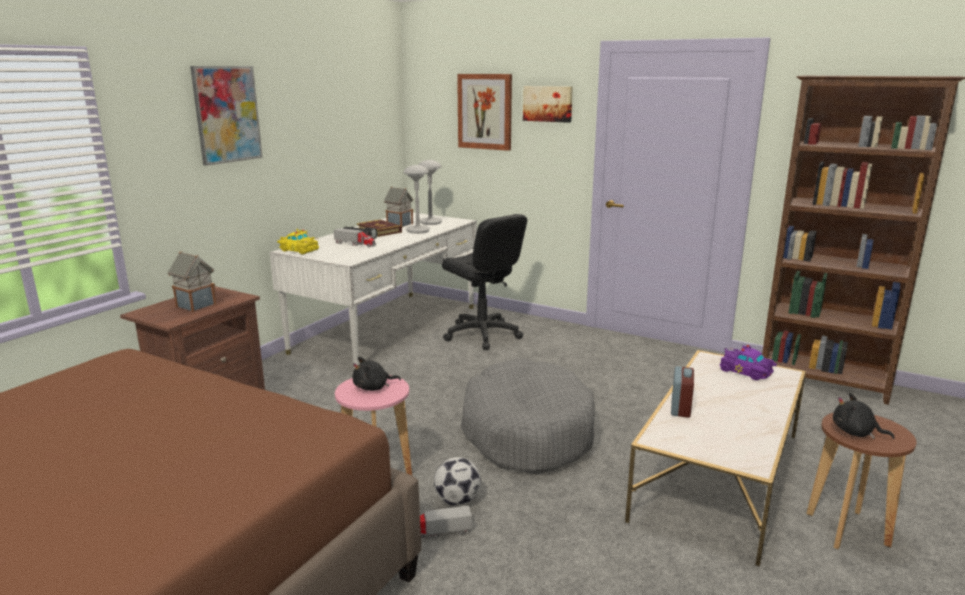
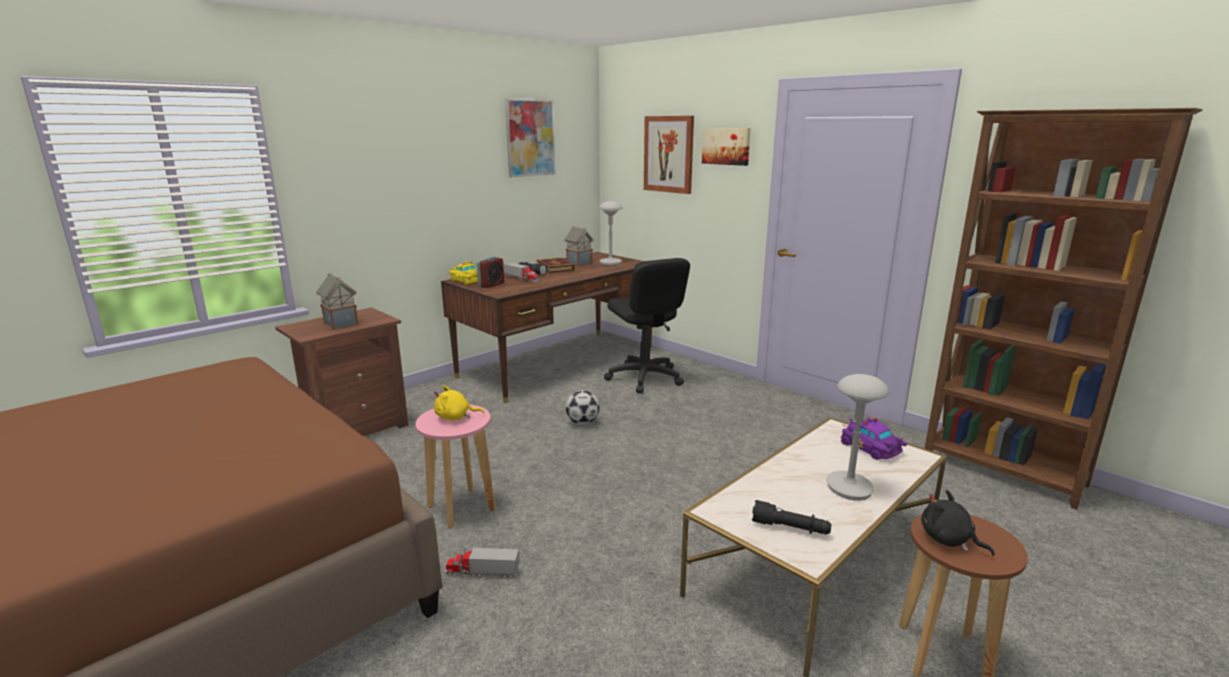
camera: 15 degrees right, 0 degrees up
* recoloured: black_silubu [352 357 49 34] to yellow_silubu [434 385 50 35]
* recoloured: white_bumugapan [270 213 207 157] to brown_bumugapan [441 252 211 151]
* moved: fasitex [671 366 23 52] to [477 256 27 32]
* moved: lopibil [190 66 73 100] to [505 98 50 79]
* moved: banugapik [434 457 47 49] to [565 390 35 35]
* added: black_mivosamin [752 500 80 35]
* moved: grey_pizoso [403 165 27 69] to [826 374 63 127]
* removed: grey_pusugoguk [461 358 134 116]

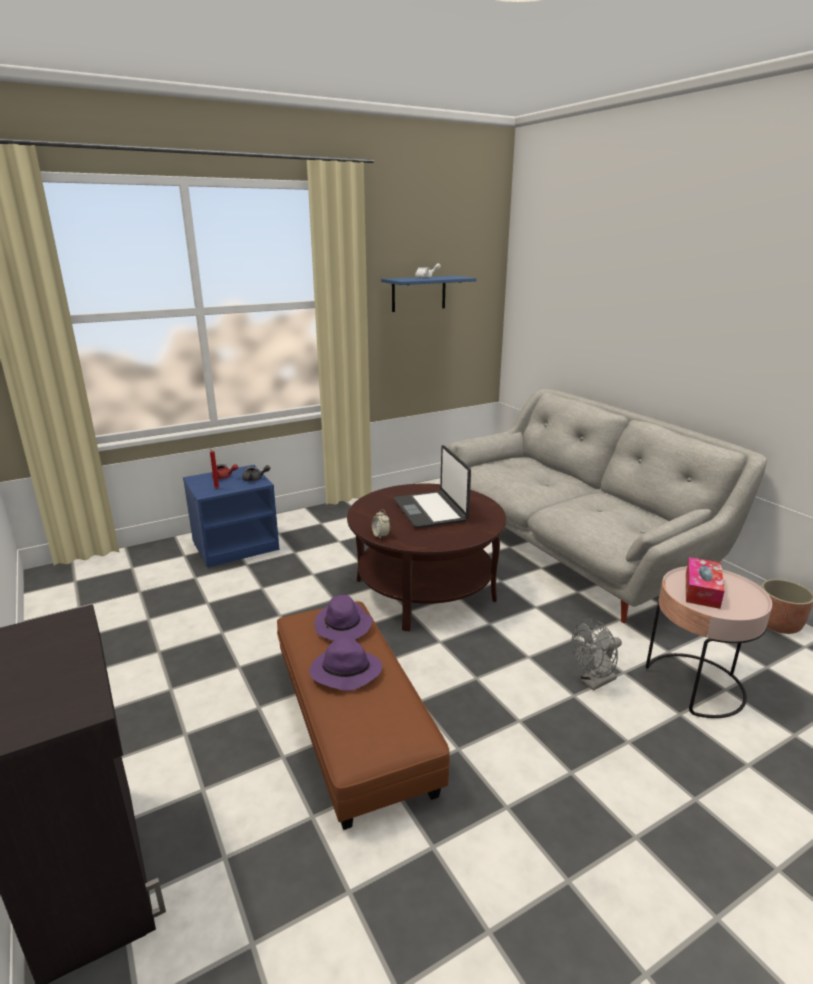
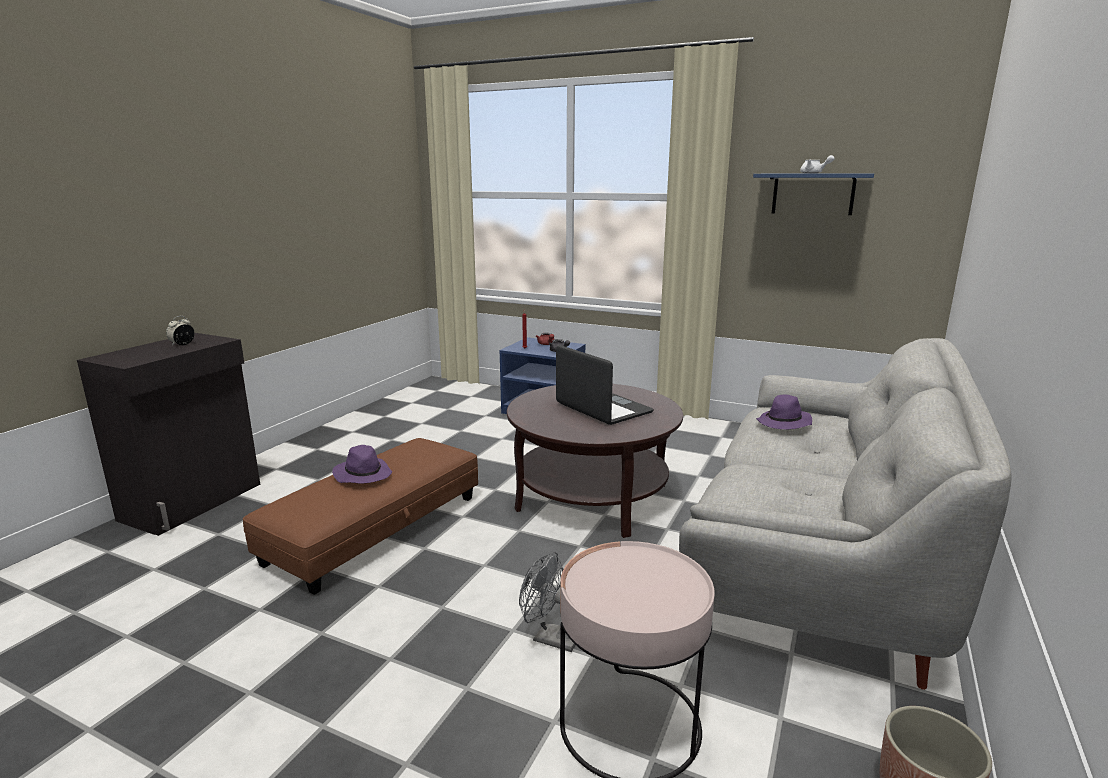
camera: 55 degrees right, 5 degrees down
* moved: fasitex [372 509 18 30] to [166 316 29 30]
* turned: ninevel [394 445 77 83] = [556 345 98 80] 105 degrees clockwise
* moved: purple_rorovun [314 595 58 46] to [756 394 56 35]
* removed: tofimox [686 557 38 52]

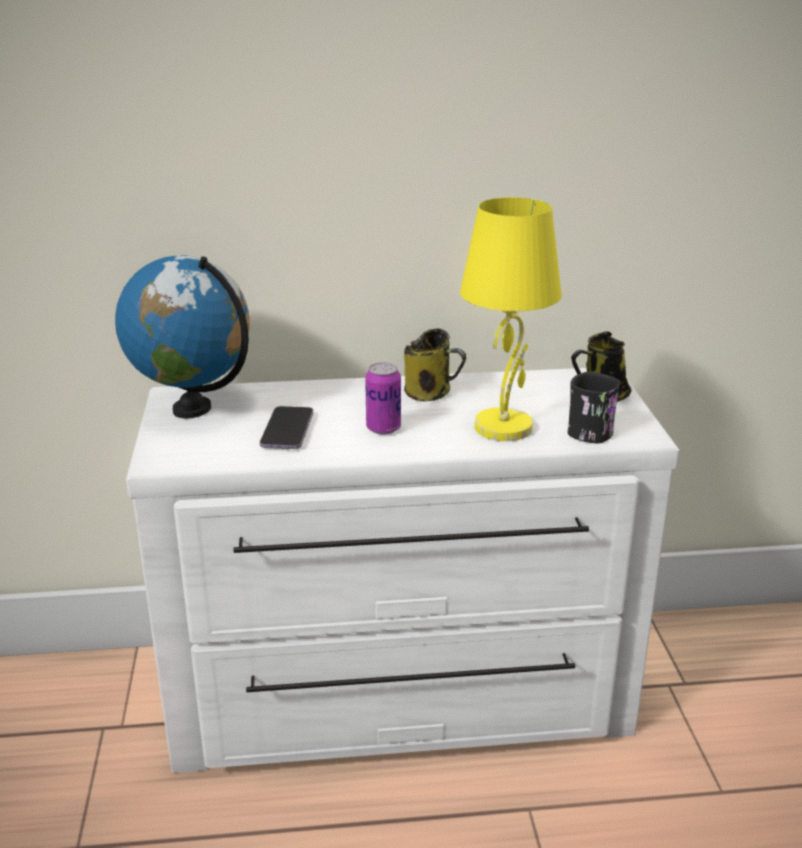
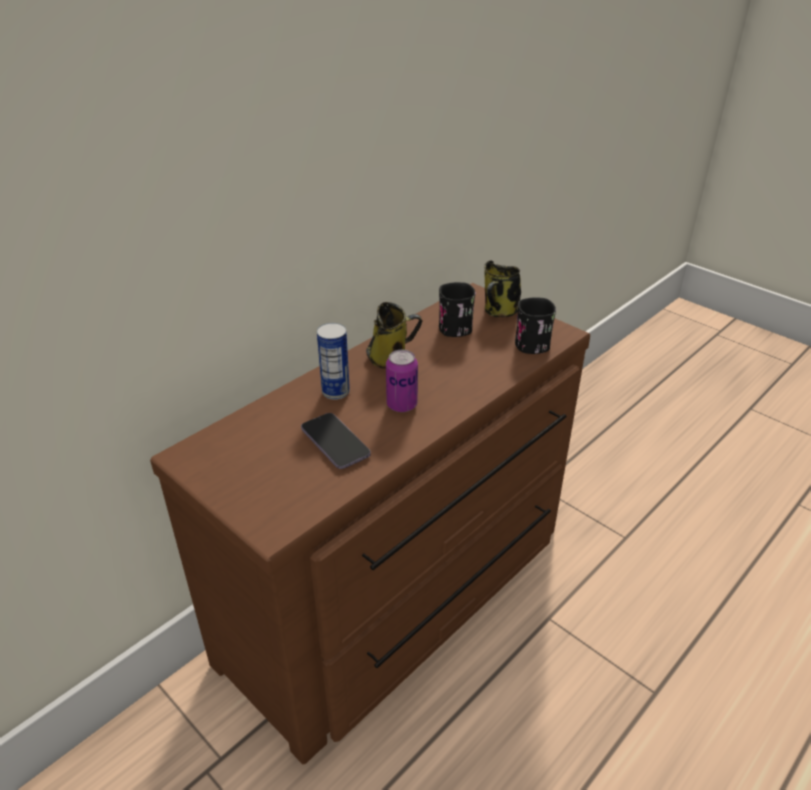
camera: 40 degrees left, 10 degrees up
* recoloured: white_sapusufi [126 368 553 405] to brown_sapusufi [150 283 440 482]
* added: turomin [317 323 33 77]
* added: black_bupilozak [439 282 36 55]
* removed: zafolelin [115 255 135 164]
* removed: yellow_pizoso [460 197 102 244]

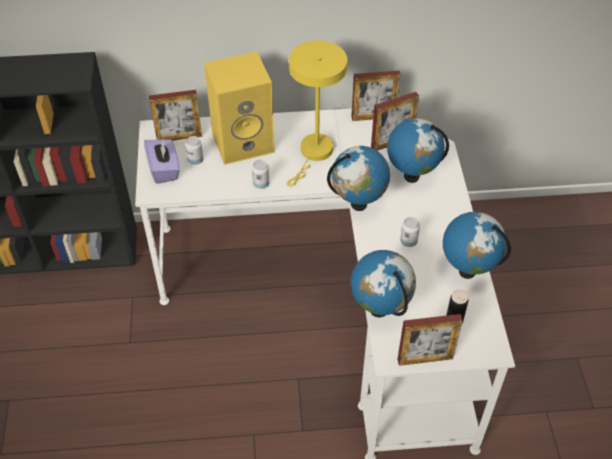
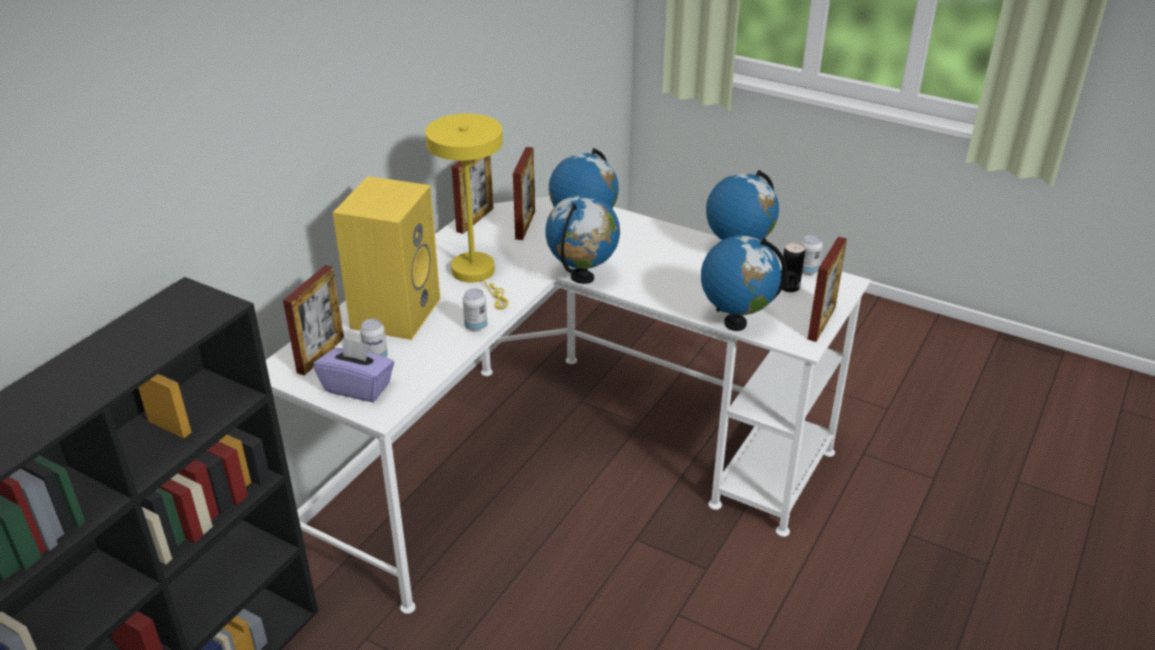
camera: 55 degrees left, 15 degrees down
* moved: turomin [400 217 20 30] to [801 235 22 40]

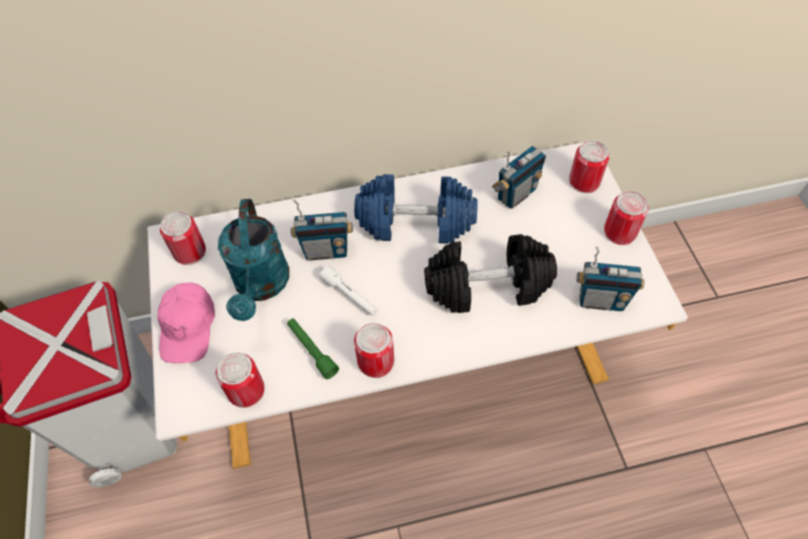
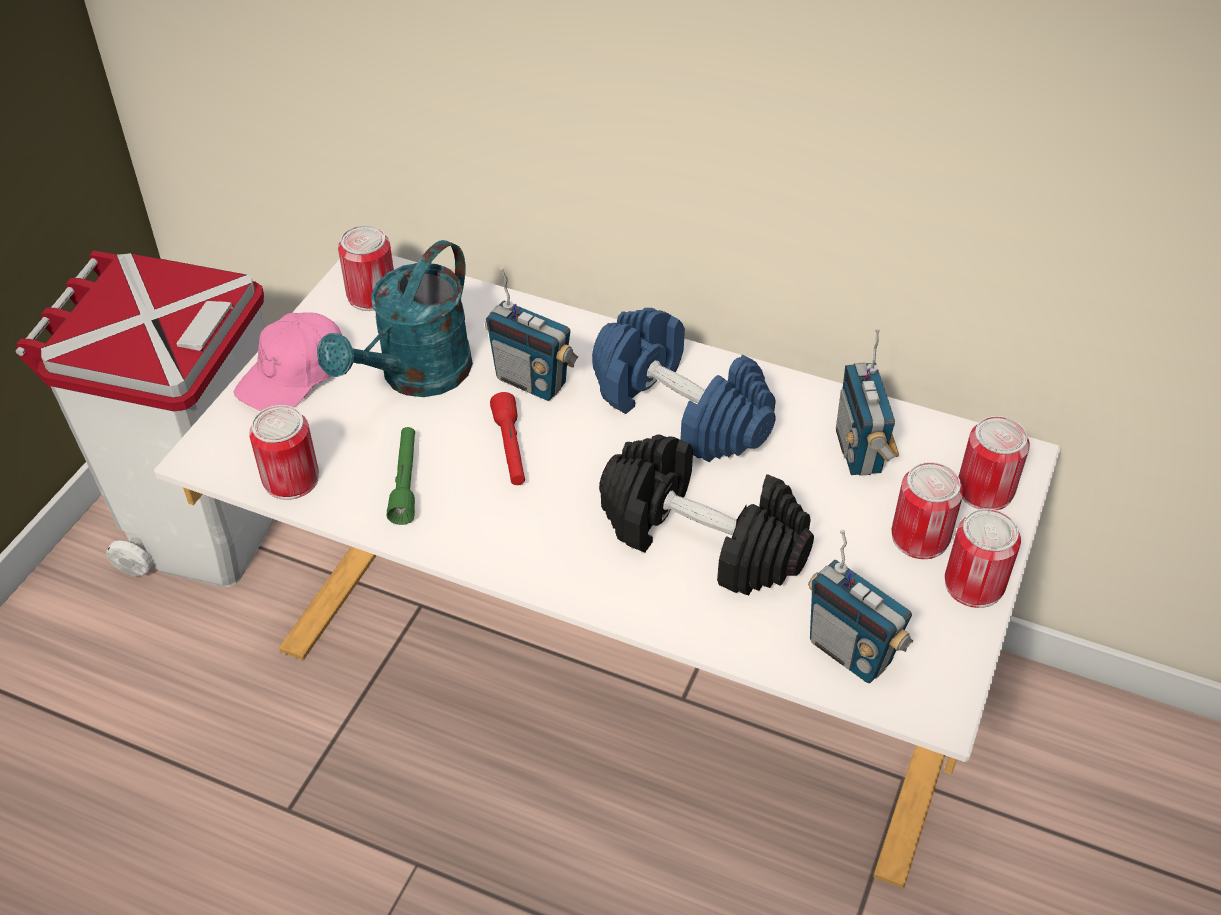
camera: 35 degrees right, 10 degrees down
* recoloured: white_mivosamin [320 266 58 50] to red_mivosamin [490 392 35 93]
* turned: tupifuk [492 146 54 63] = [836 329 63 147] 90 degrees clockwise
* moved: turomin [354 323 40 55] to [892 462 71 97]

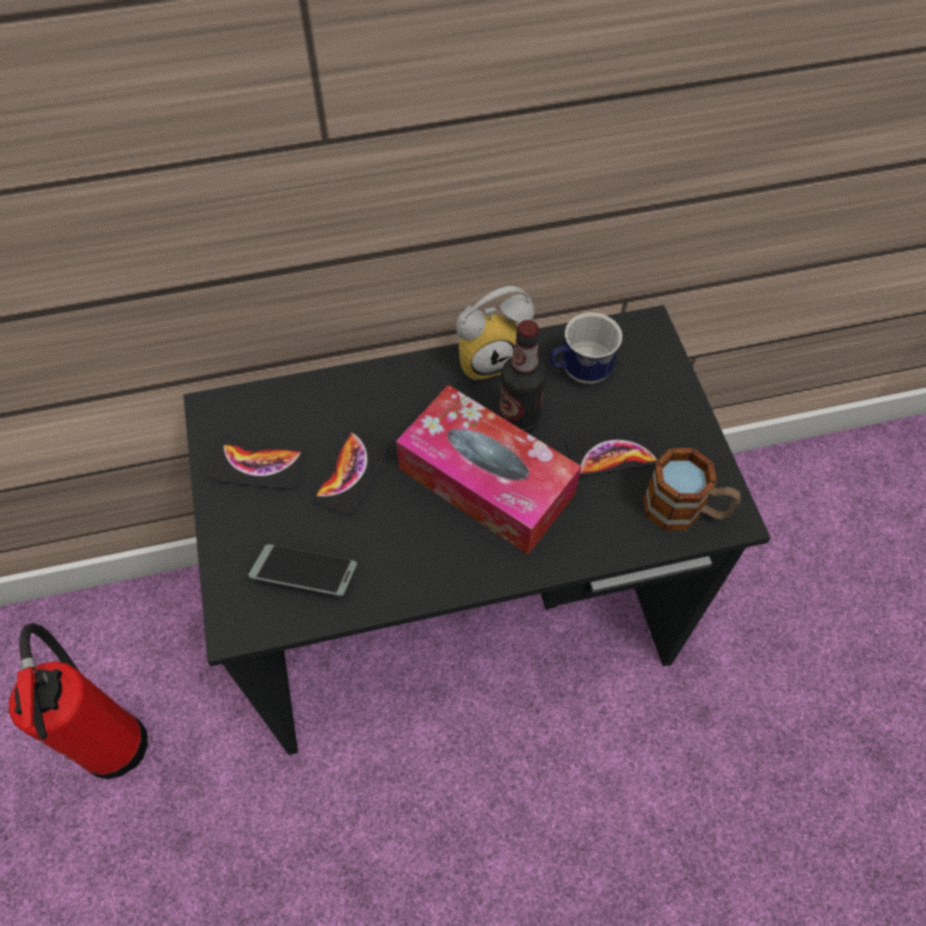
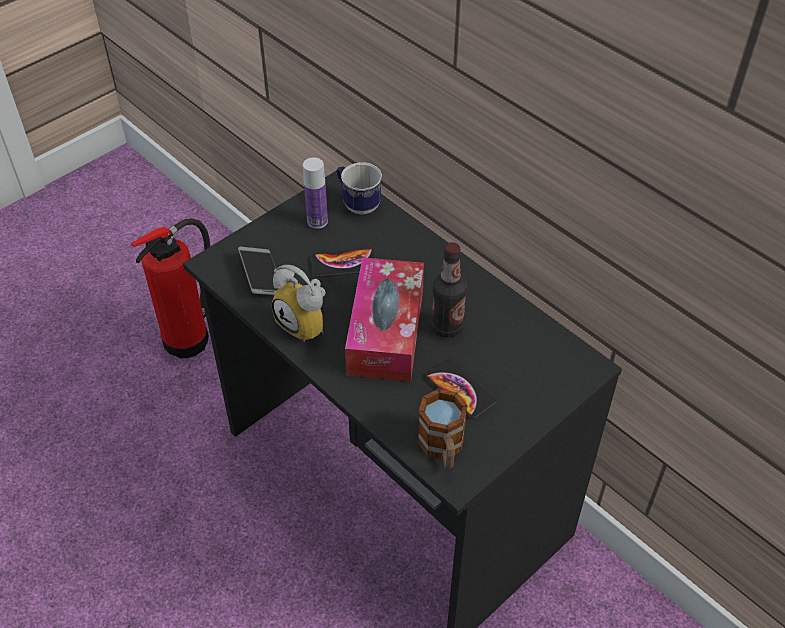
camera: 60 degrees right, 10 degrees down
* moved: fasitex [456 286 78 95] to [272 265 54 77]
* replaced: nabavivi [209 443 96 46] to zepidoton [303 157 25 72]
* moved: bupilozak [550 312 72 72] to [336 162 46 52]

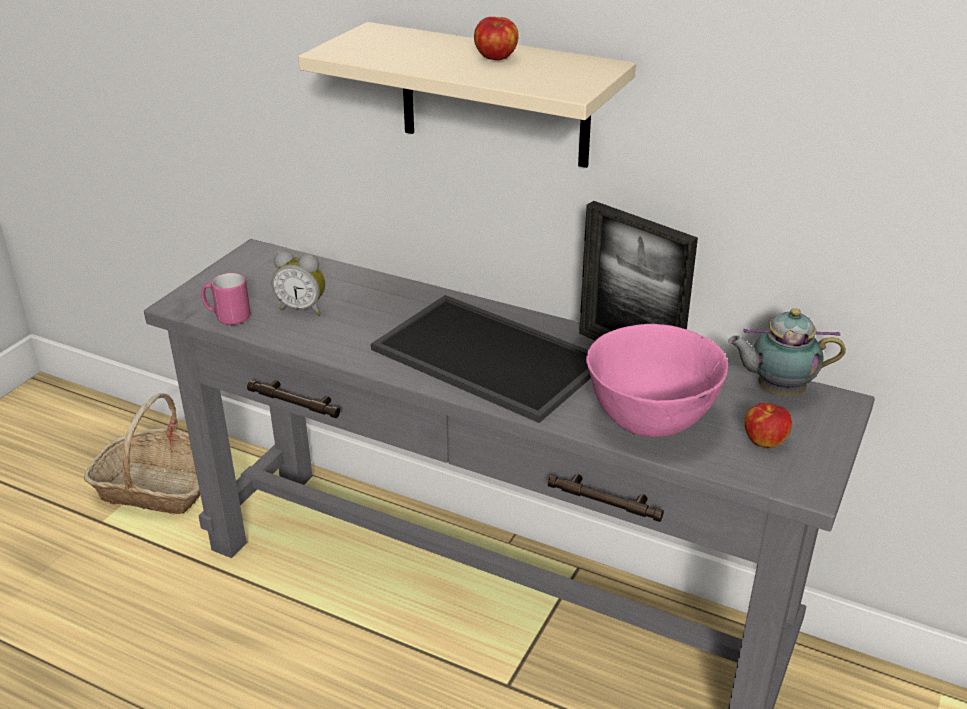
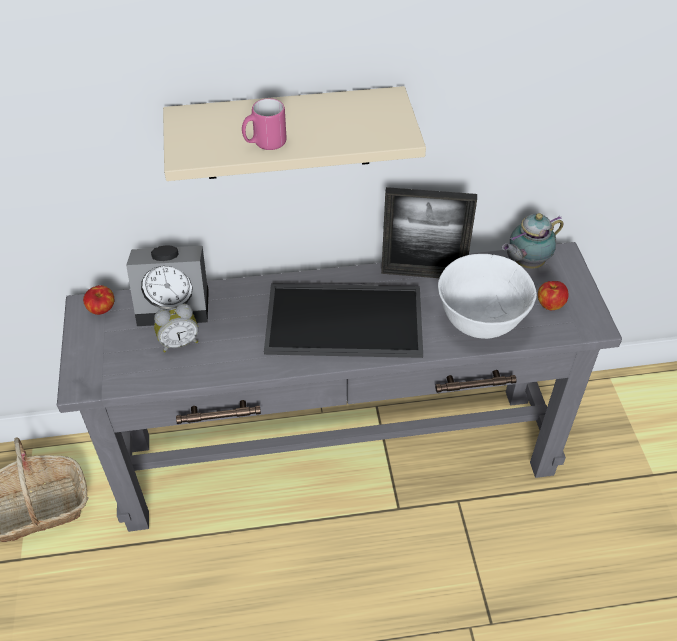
camera: 35 degrees left, 15 degrees up
* moved: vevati [474 17 45 43] to [83 285 31 30]
* added: fasitex [126 245 83 81]
* moved: pink_bupilozak [201 273 49 52] to [242 98 45 52]
* recoloured: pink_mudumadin [586 324 142 113] to white_mudumadin [438 254 99 85]

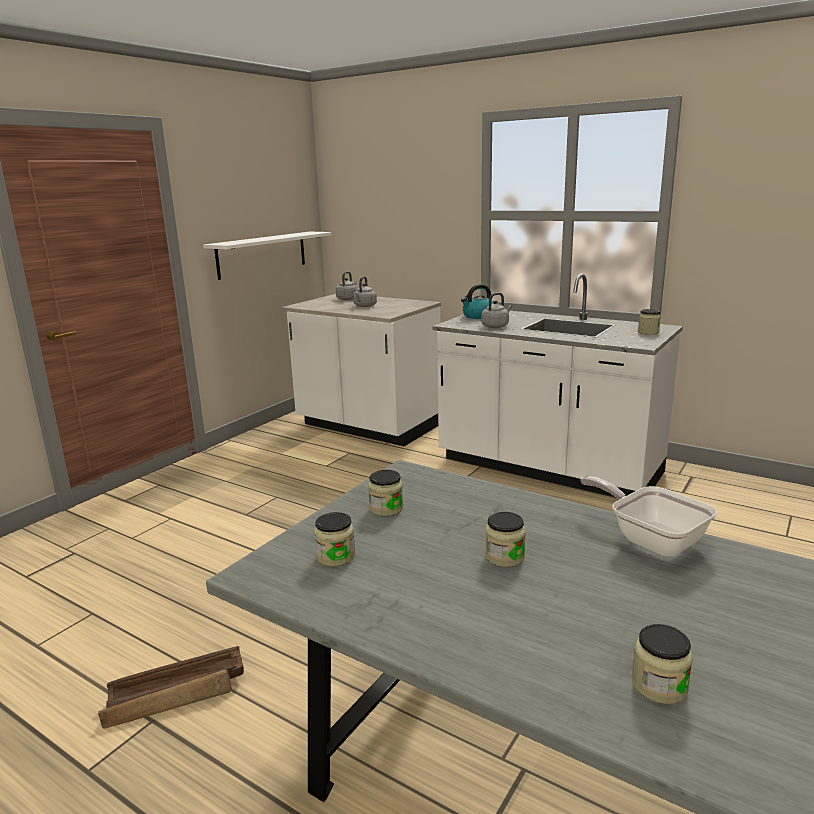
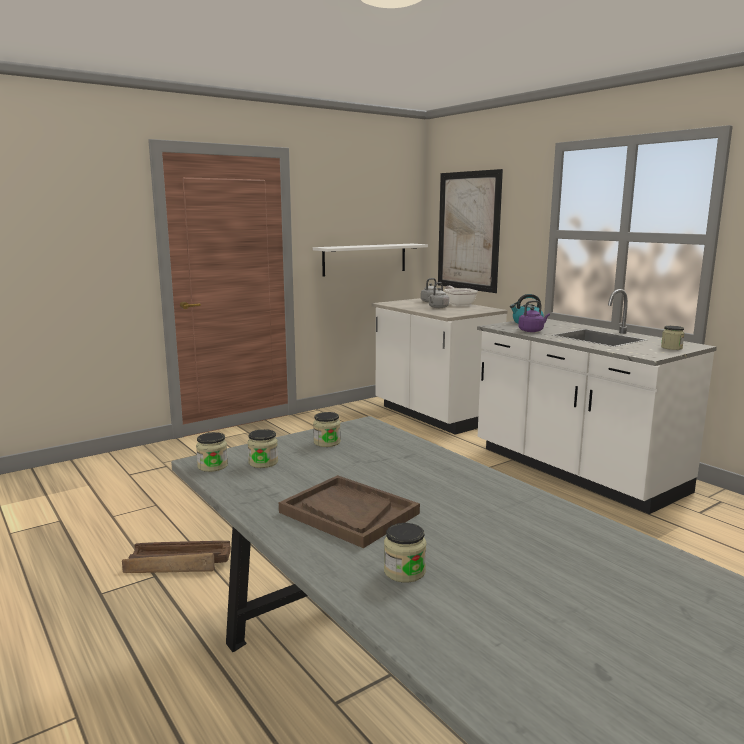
camera: 20 degrees right, 5 degrees down
* moved: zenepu [485 512 41 55] to [196 432 32 40]
* added: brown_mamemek [279 475 141 73]
* added: lopibil [438 169 65 124]
* moved: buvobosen [580 476 137 82] to [444 286 34 20]
* recoloured: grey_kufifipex [481 293 31 35] to purple_kufifipex [518 300 32 32]

